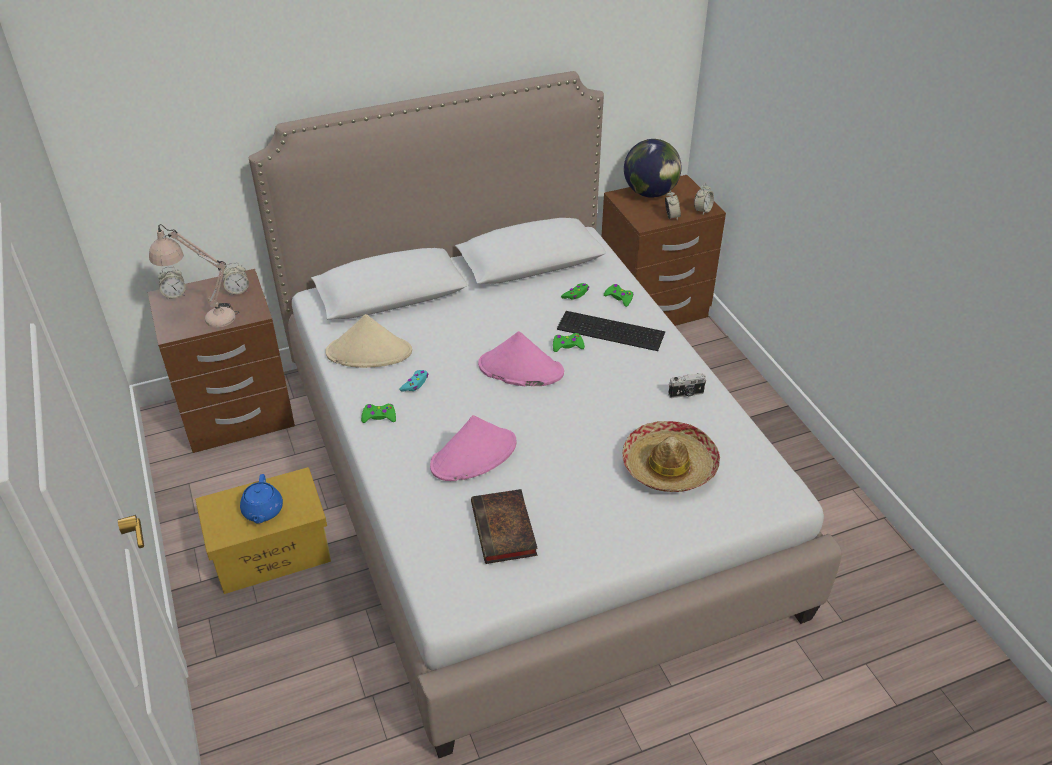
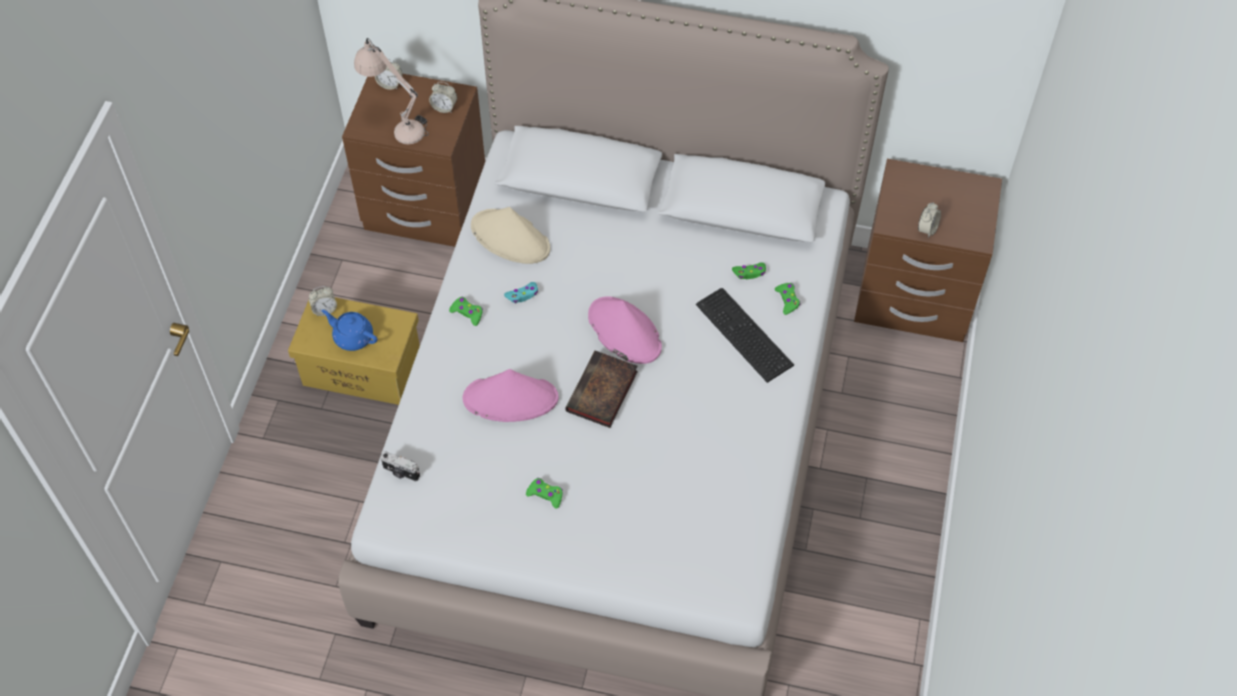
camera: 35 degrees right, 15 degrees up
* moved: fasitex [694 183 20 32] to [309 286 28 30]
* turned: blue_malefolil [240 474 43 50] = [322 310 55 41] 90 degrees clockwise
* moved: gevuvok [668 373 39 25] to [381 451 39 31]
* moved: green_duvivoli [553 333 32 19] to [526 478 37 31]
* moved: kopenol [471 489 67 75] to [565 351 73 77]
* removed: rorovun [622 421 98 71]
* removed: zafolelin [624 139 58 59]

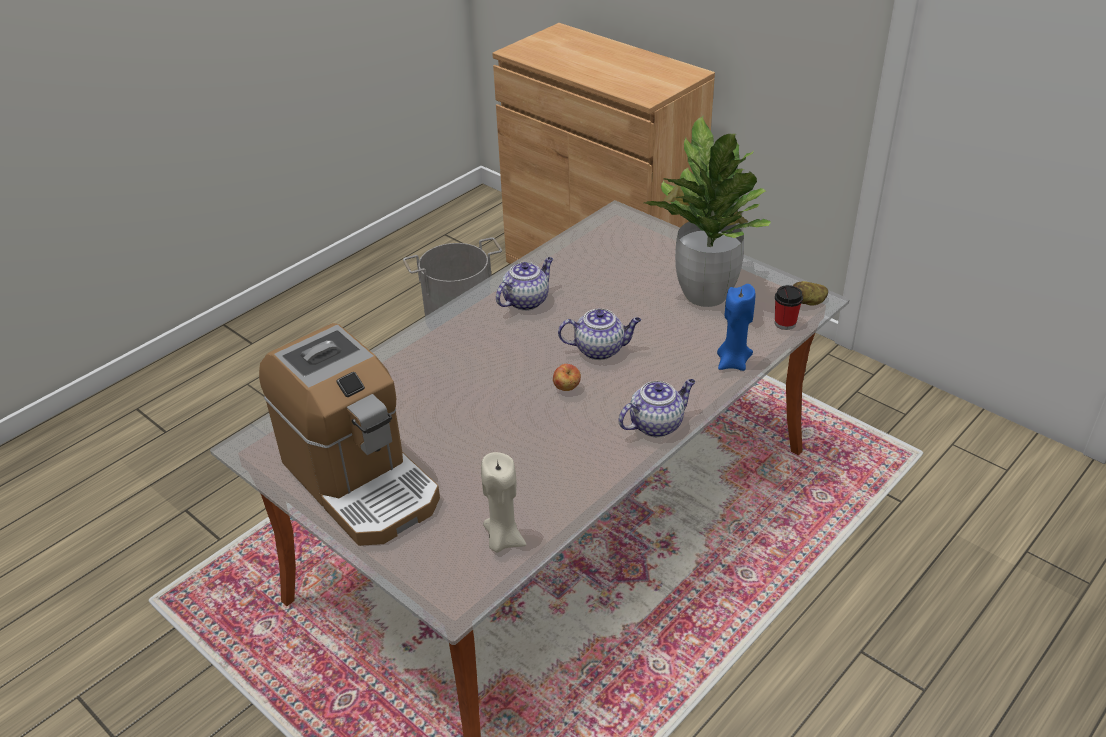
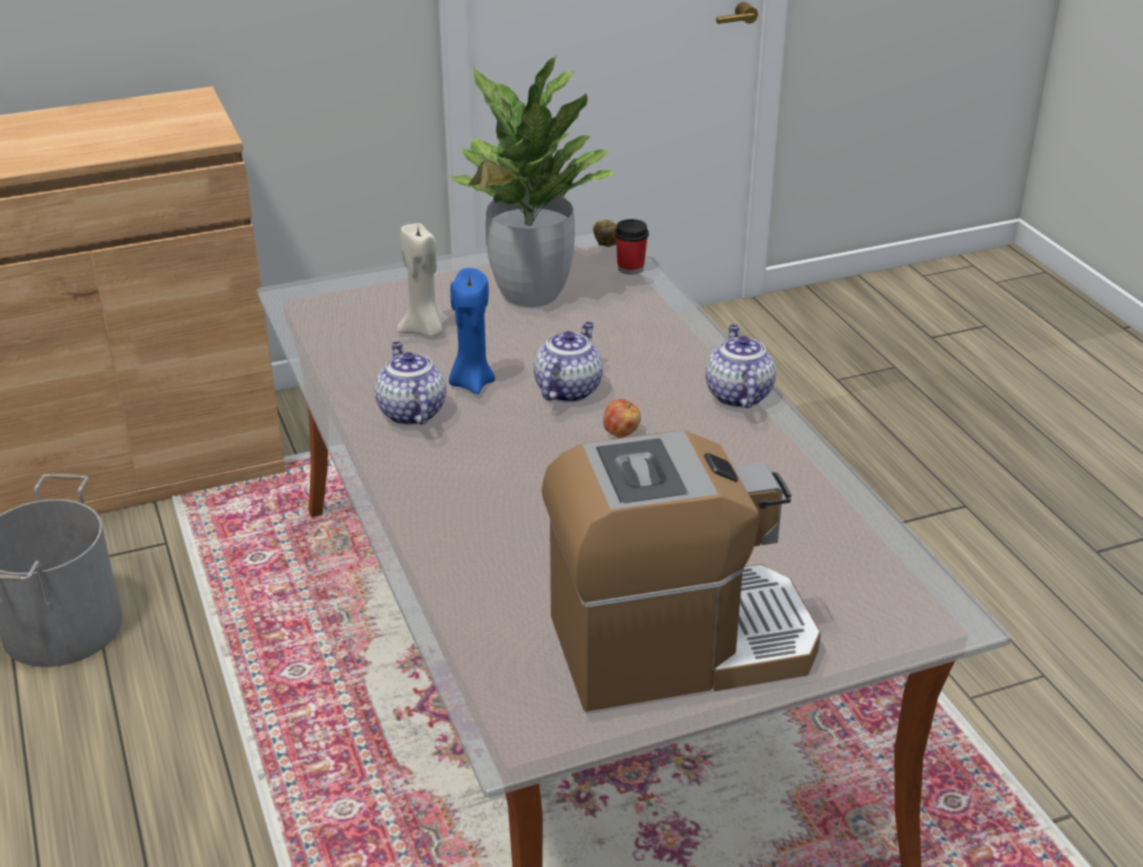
camera: 65 degrees left, 5 degrees down
* moved: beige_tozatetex [481 452 45 101] to [397 223 52 114]
* moved: blue_tozatetex [717 284 38 87] to [449 268 46 126]

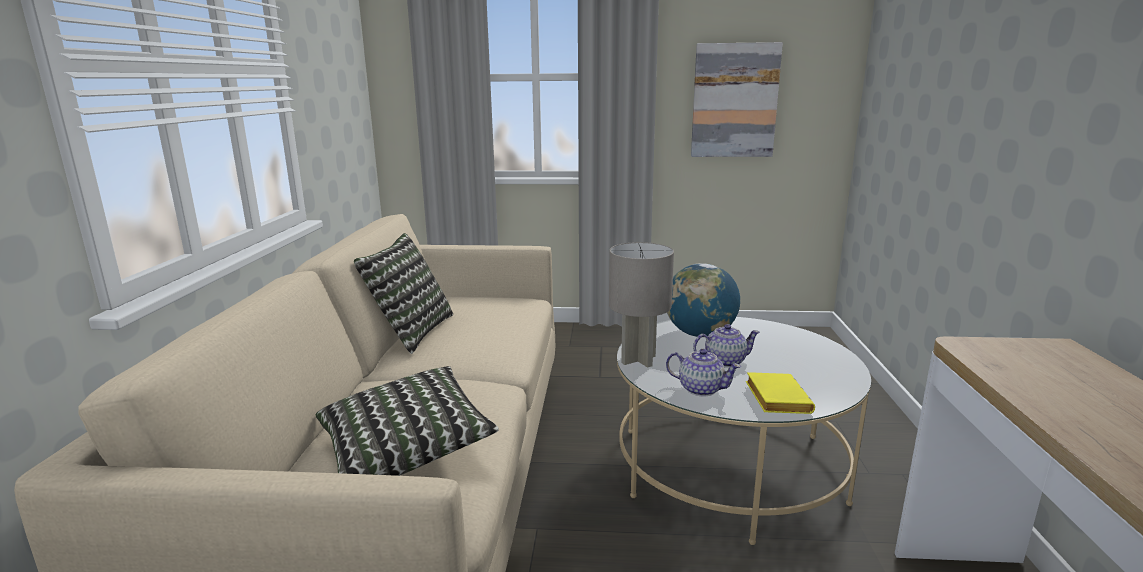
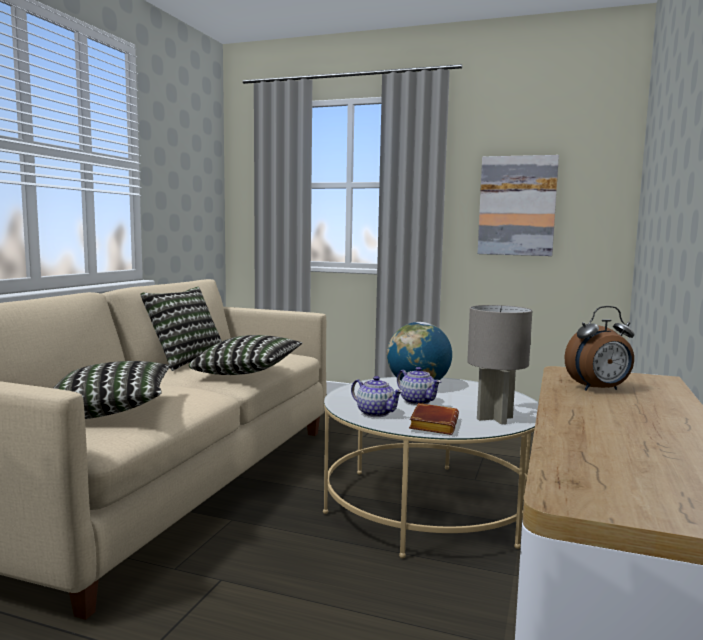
camera: 15 degrees right, 10 degrees down
* added: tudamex [189 335 113 40]
* turned: malefolil [693 324 67 44] = [397 367 44 38] 45 degrees clockwise
* recoloured: yellow_kopenol [746 372 69 42] to brown_kopenol [409 403 50 32]
* moved: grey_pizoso [609 242 65 126] to [467 305 65 119]
* added: fasitex [564 306 70 85]

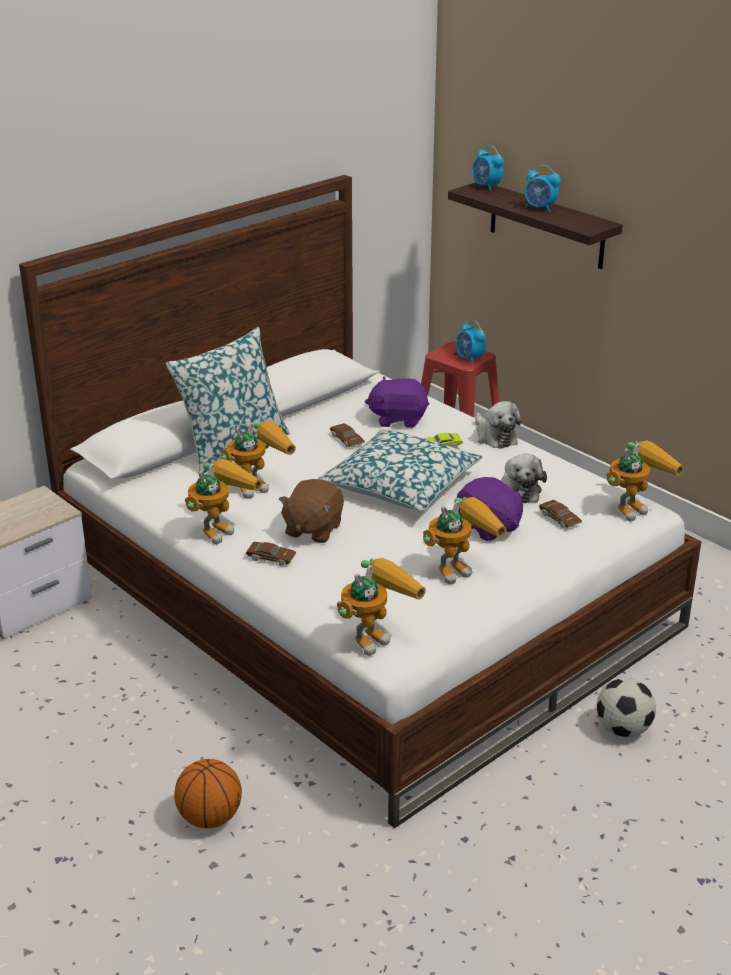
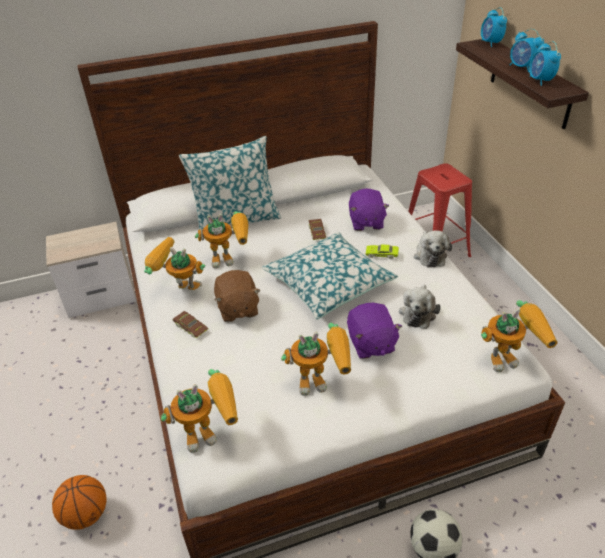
camera: 25 degrees right, 10 degrees up
* turned: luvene [185 459 77 85] = [144 237 61 53] 135 degrees counterclockwise
* turned: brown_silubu [279 479 65 64] = [214 270 47 52] 60 degrees counterclockwise
* turned: purple_silubu [365 376 64 52] = [349 188 40 43] 120 degrees counterclockwise
* moved: fasitex [456 321 30 43] to [529 41 32 45]
* removed: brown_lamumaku [539 500 43 28]

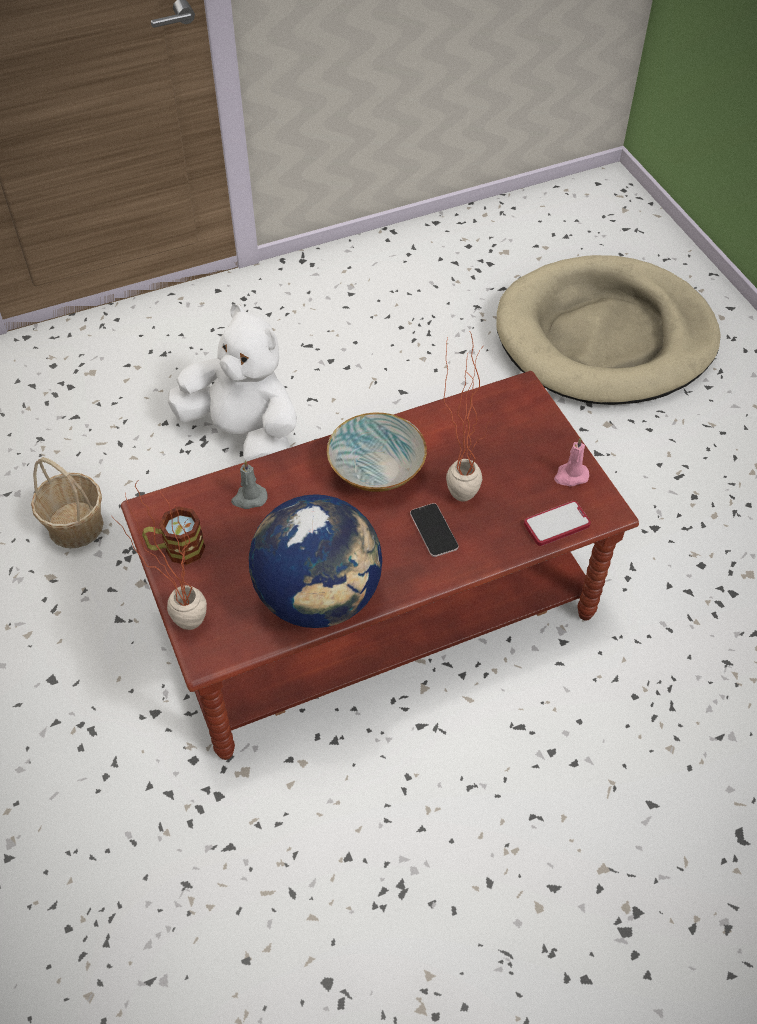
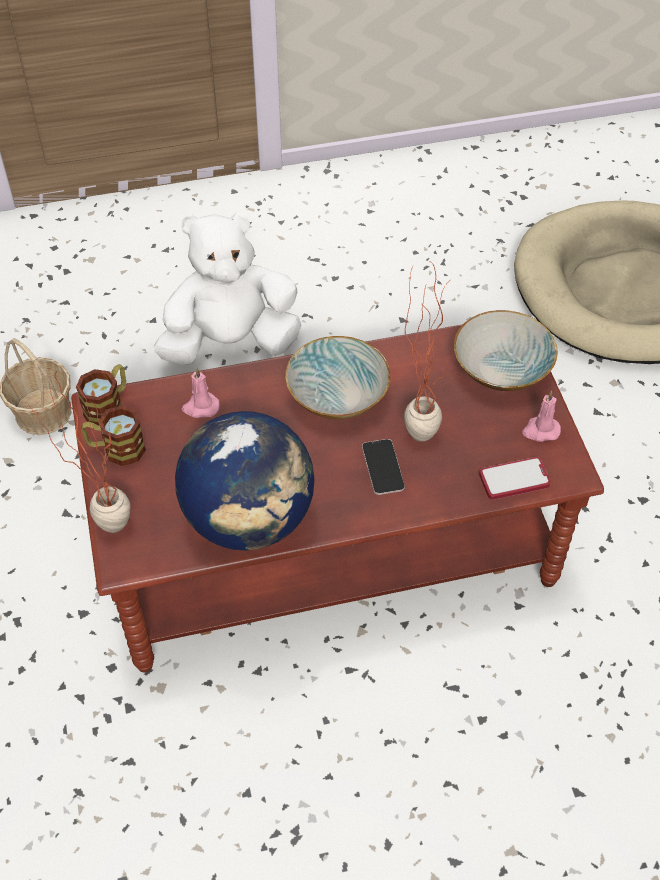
camera: 10 degrees right, 0 degrees up
* added: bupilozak [76 364 50 62]
* turned: white_silubu [168 304 129 159] = [154 212 147 153] 60 degrees counterclockwise
* recoloured: grey_tozatetex [231 460 37 49] to pink_tozatetex [182 368 38 50]
* added: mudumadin [454 310 104 81]

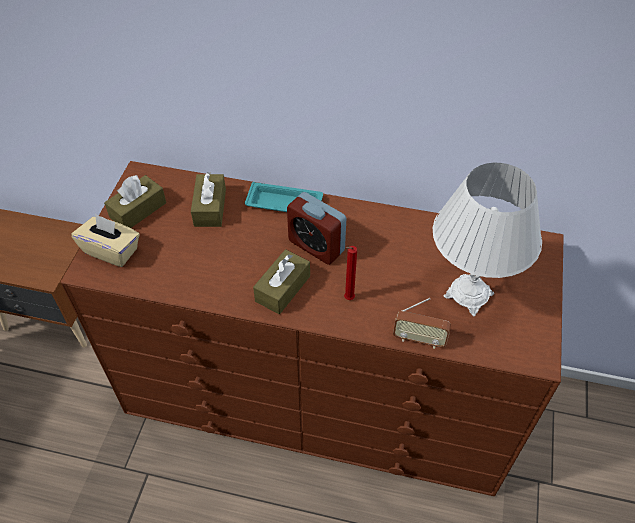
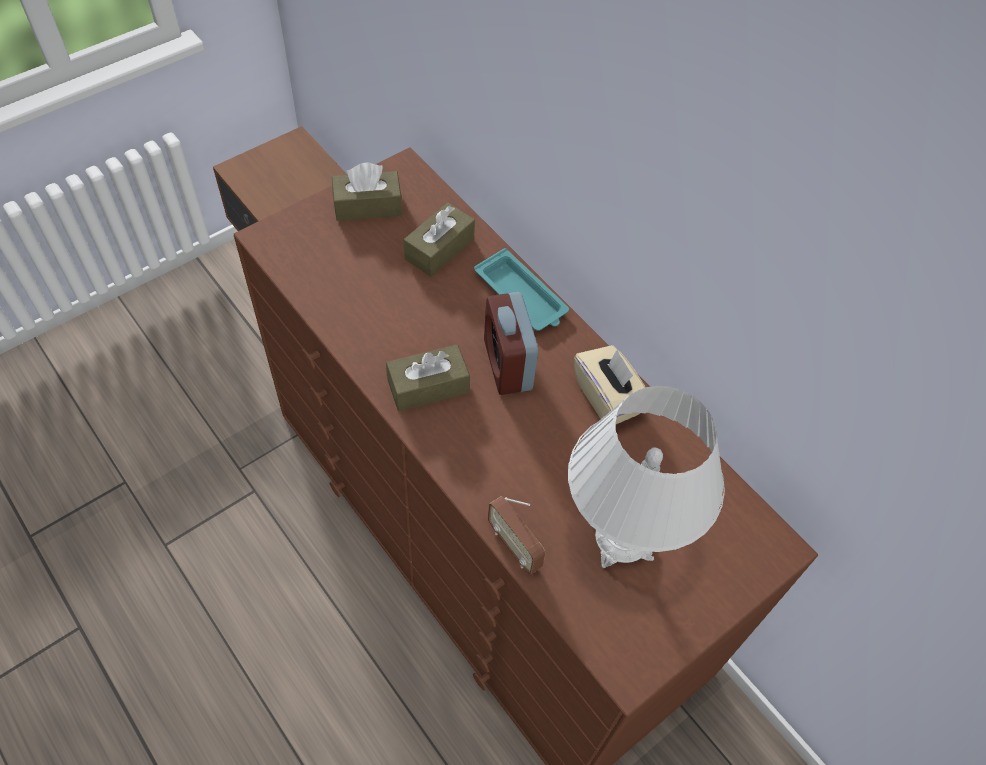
camera: 35 degrees right, 5 degrees up
* moved: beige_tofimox [71 214 69 53] to [574 345 72 80]
* removed: red_tozatetex [344 246 13 54]

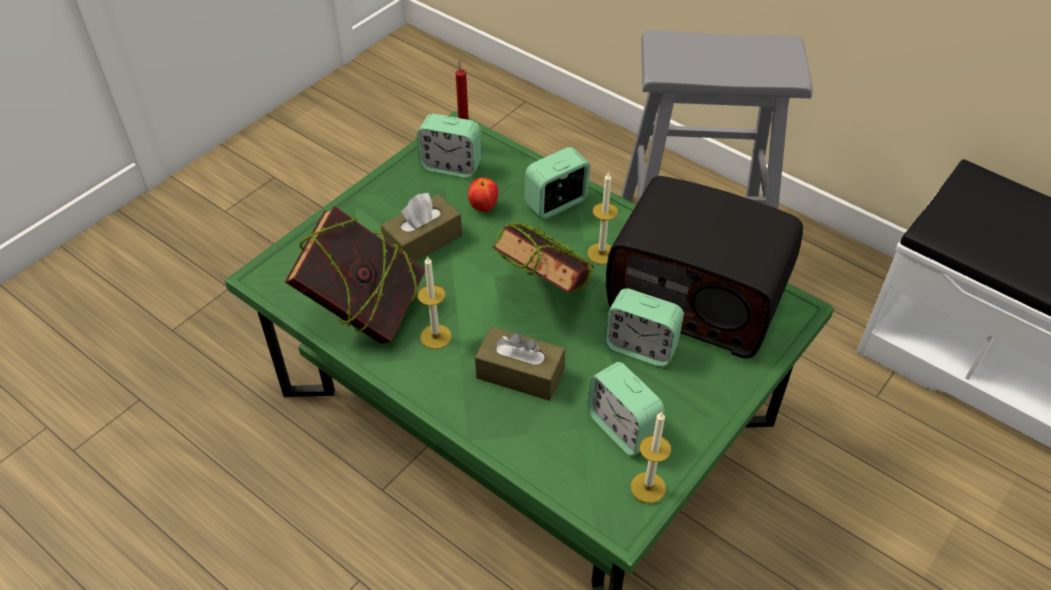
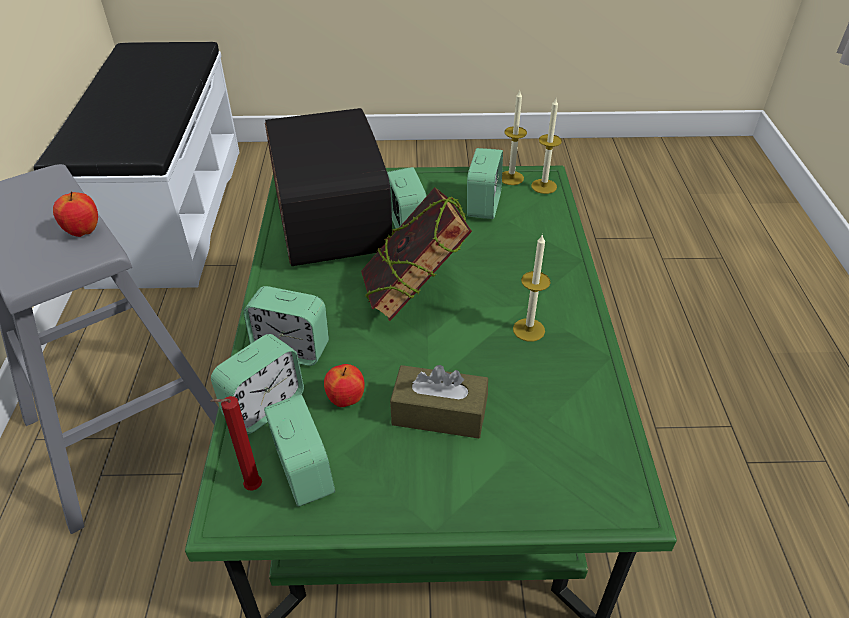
camera: 130 degrees left, 5 degrees down
* added: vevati [53 191 45 46]
* added: fasitex [211 334 93 100]
* moved: tozatetex [587 171 31 93] to [531 98 31 96]
* removed: kopenol [285 206 140 138]
* removed: brown_tofimox [475 327 90 74]

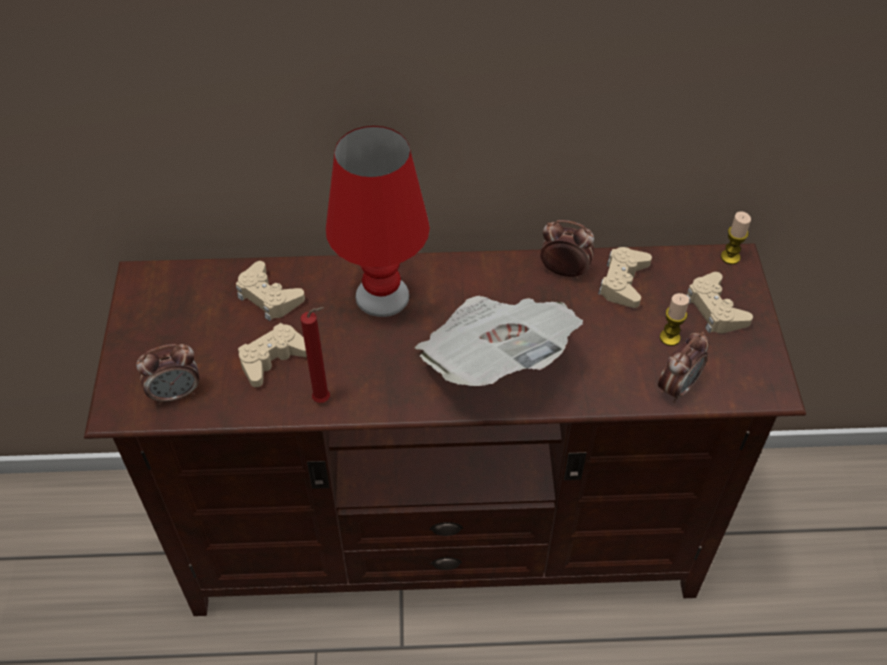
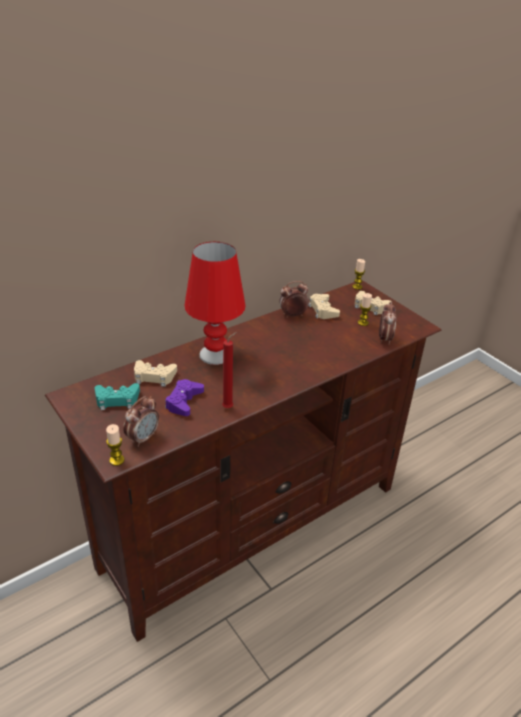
camera: 35 degrees left, 15 degrees down
* added: turquoise_duvivoli [94 383 46 27]
* added: tozatetex [106 424 18 42]
* recoloured: beige_duvivoli [238 323 69 64] to purple_duvivoli [165 379 39 37]
* removed: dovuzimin [414 296 169 90]

